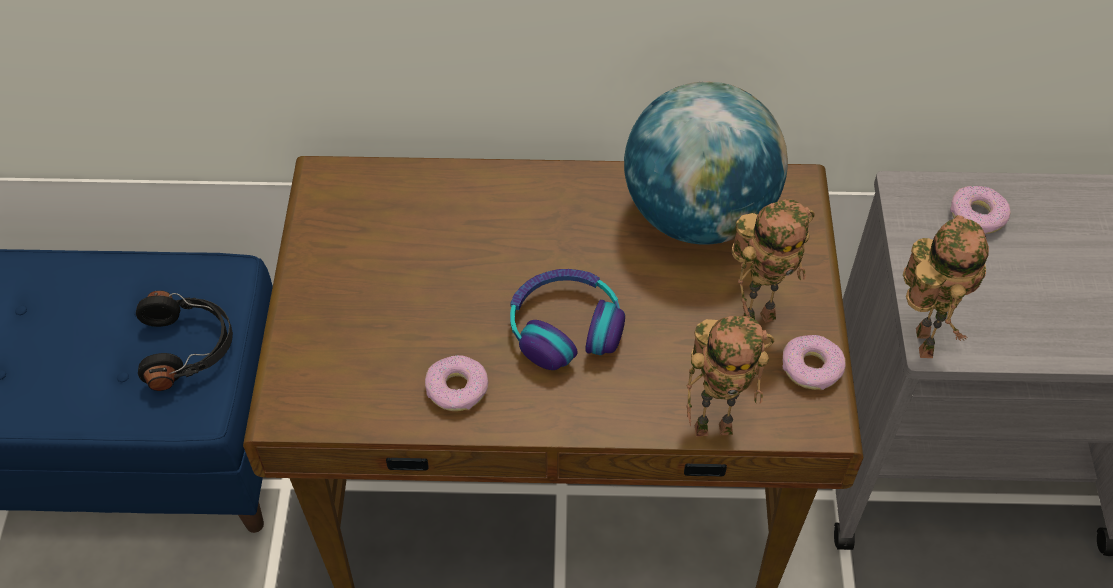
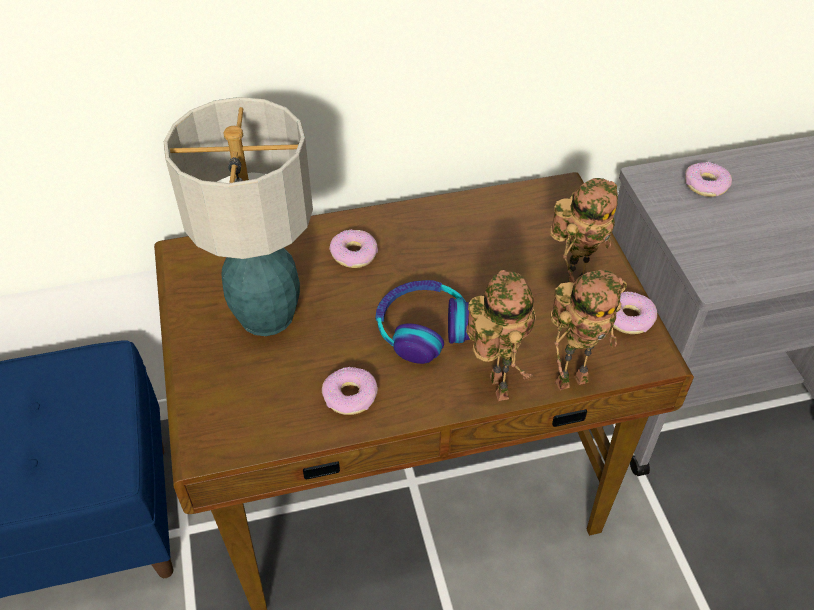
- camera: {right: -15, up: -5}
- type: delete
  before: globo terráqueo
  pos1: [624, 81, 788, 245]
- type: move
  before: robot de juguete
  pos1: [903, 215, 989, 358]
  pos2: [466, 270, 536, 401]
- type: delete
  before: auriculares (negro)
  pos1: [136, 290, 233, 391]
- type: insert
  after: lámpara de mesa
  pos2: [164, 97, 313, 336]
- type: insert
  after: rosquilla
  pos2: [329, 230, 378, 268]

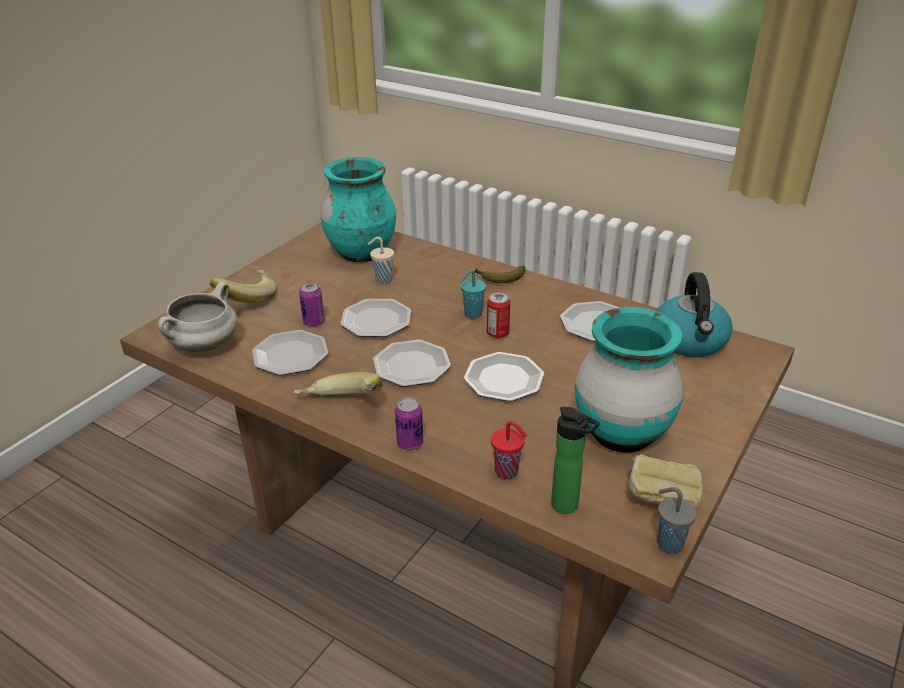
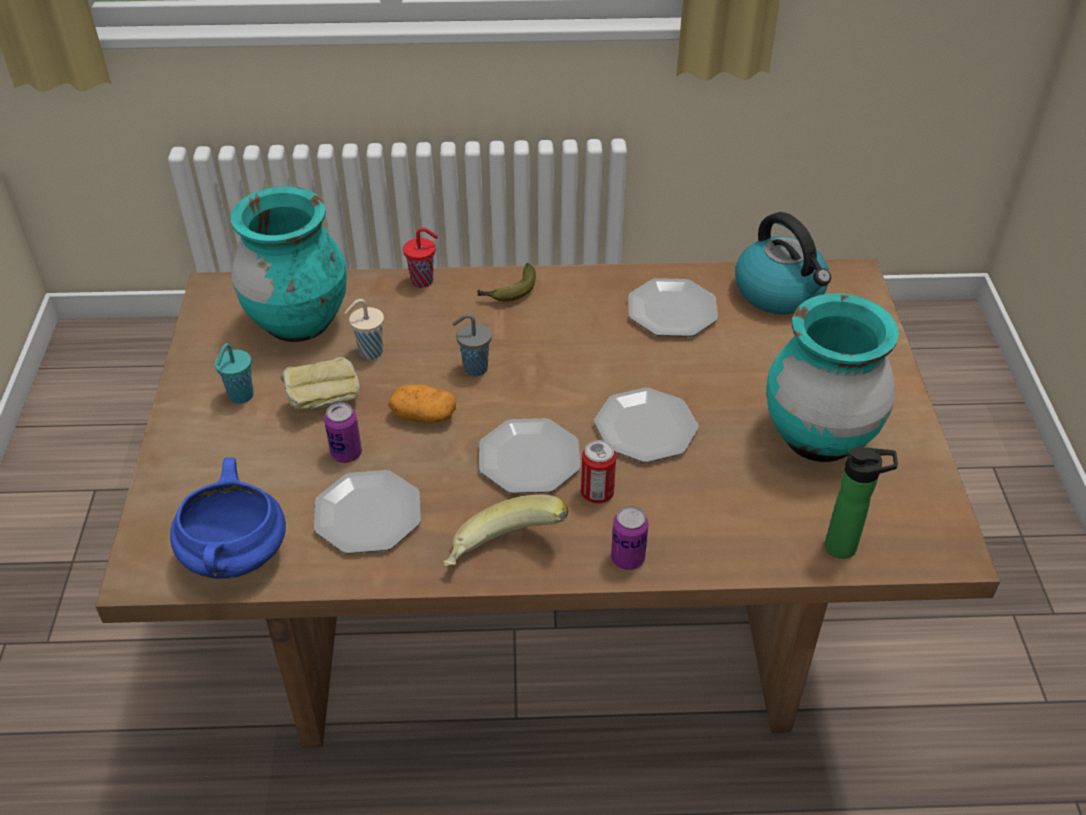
- camera: {right: -35, up: 10}
- type: delete
  before: plátano
  pos1: [210, 270, 277, 303]
- type: move
  before: taza (turquesa)
  pos1: [460, 270, 486, 318]
  pos2: [215, 343, 254, 404]
- type: recolor
  before: olla (blanco)
  after: olla (azul)
  pos1: [158, 282, 238, 353]
  pos2: [170, 458, 286, 579]
- type: move
  before: lata
  pos1: [487, 292, 510, 338]
  pos2: [581, 440, 616, 503]
- type: replace
  before: plato
  after: patata
  pos1: [340, 299, 411, 337]
  pos2: [388, 385, 456, 423]
- type: move
  before: taza (rojo)
  pos1: [491, 421, 527, 479]
  pos2: [403, 227, 438, 288]
- type: move
  before: pan
  pos1: [629, 454, 703, 508]
  pos2: [280, 357, 360, 412]
- type: move
  before: taza (gris)
  pos1: [658, 487, 696, 553]
  pos2: [452, 314, 492, 376]

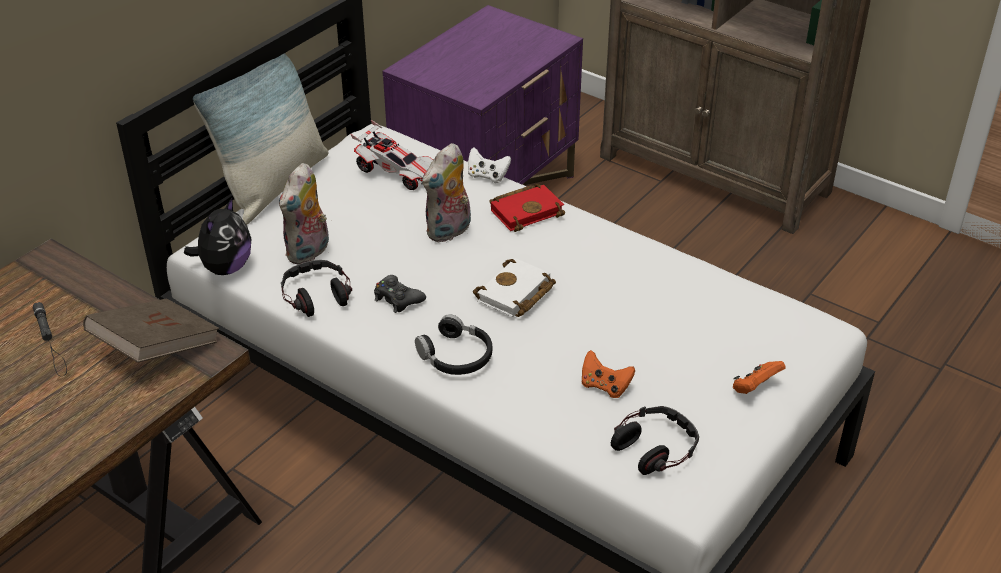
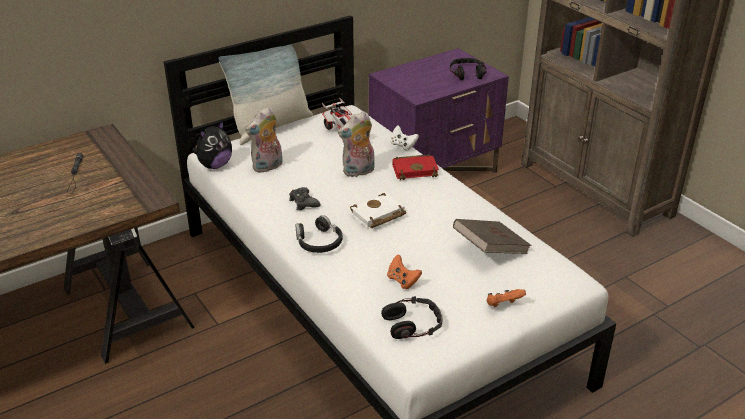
- camera: {right: 20, up: -5}
- type: move
  before: auriculares
  pos1: [281, 260, 352, 317]
  pos2: [450, 58, 487, 80]
- type: move
  before: libro (marrón)
  pos1: [83, 298, 219, 363]
  pos2: [453, 219, 531, 254]

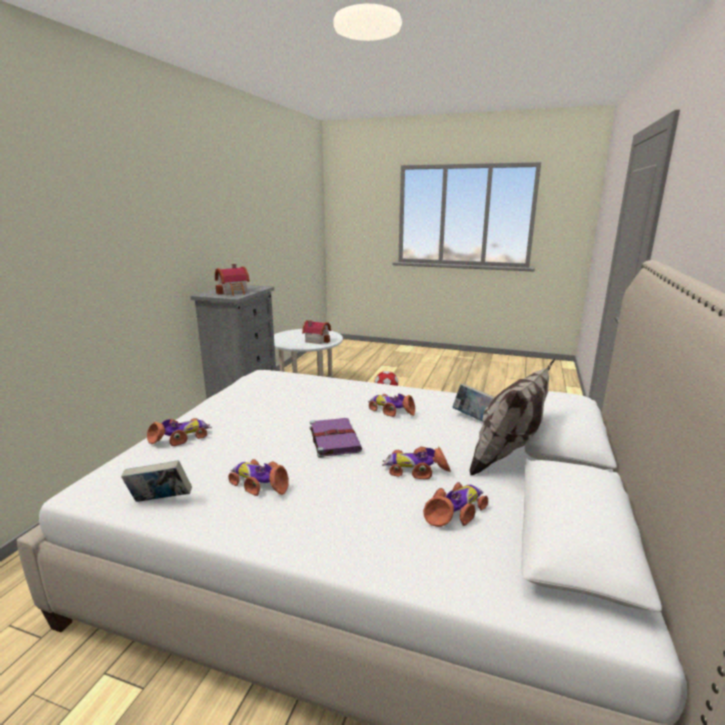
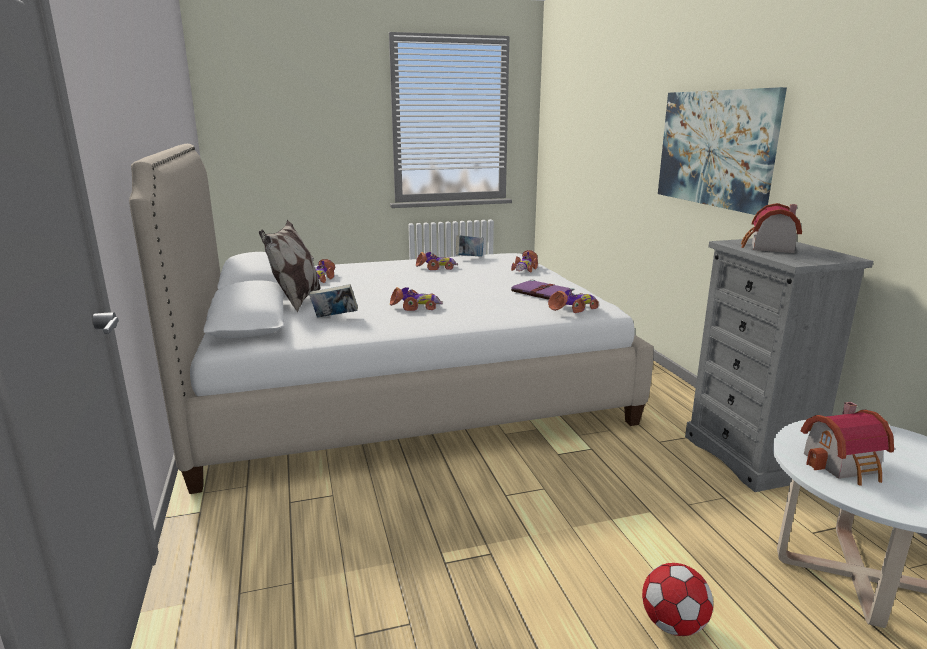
- camera: {right: 145, up: 0}
- type: move
  before: libro (morado)
  pos1: [310, 418, 362, 458]
  pos2: [511, 280, 574, 300]
- type: move
  before: coche de juguete
  pos1: [382, 446, 451, 479]
  pos2: [548, 290, 599, 313]
- type: insert
  after: cuadro
  pos2: [658, 87, 787, 215]

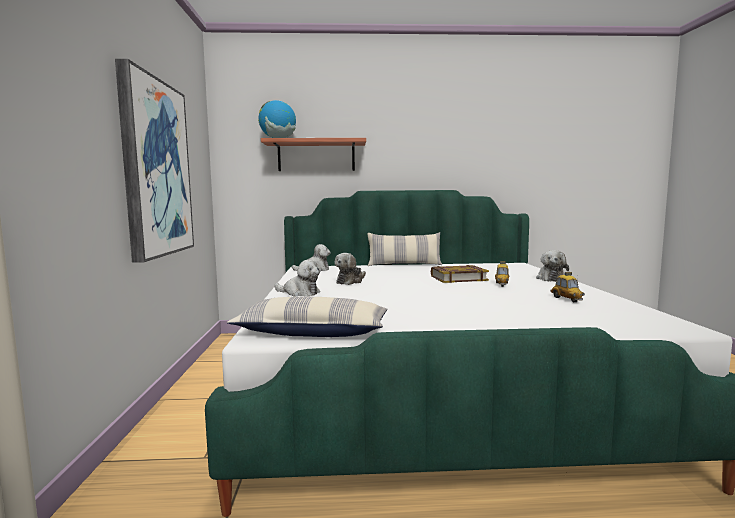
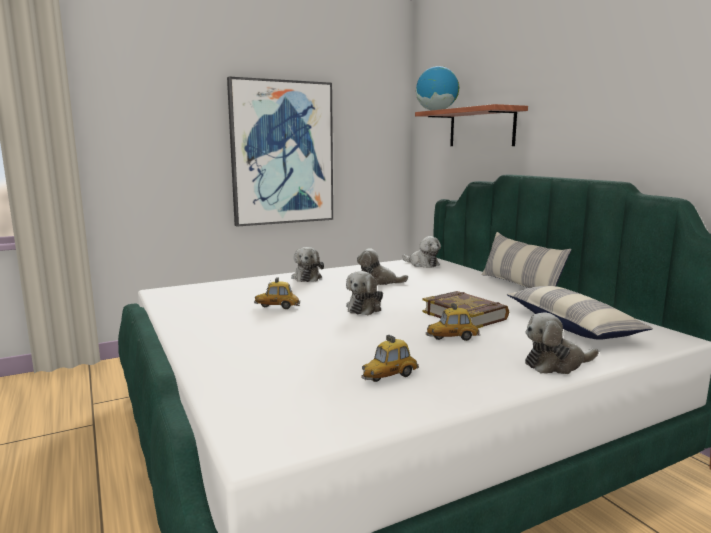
- camera: {right: 65, up: 5}
- type: move
  before: cojín
  pos1: [227, 297, 388, 337]
  pos2: [507, 286, 653, 340]
- type: insert
  after: peluche
  pos2: [346, 271, 383, 315]
- type: insert
  after: coche de juguete
  pos2: [254, 277, 300, 309]

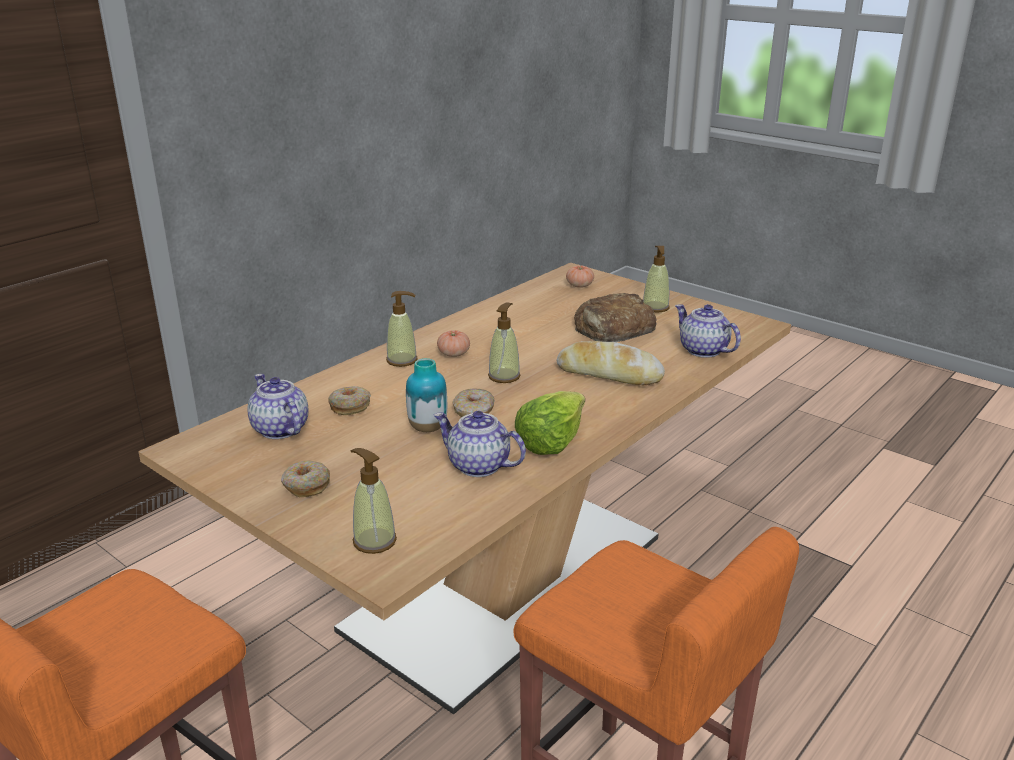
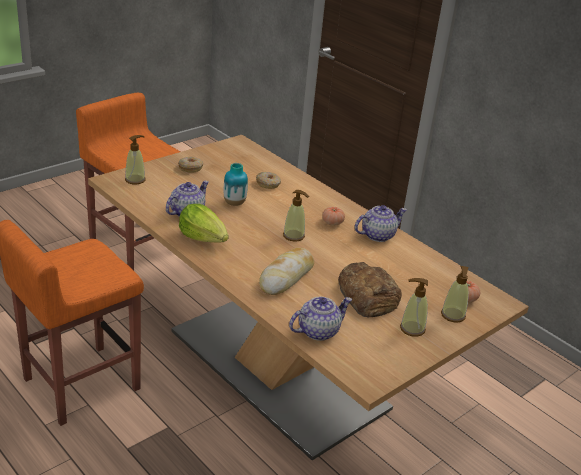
- camera: {right: 95, up: 5}
- type: move
  before: dispensador de jabón
  pos1: [386, 291, 418, 367]
  pos2: [441, 266, 469, 323]
- type: move
  before: tetera
  pos1: [247, 374, 308, 439]
  pos2: [355, 205, 407, 242]
- type: delete
  before: rosquilla
  pos1: [452, 388, 495, 417]

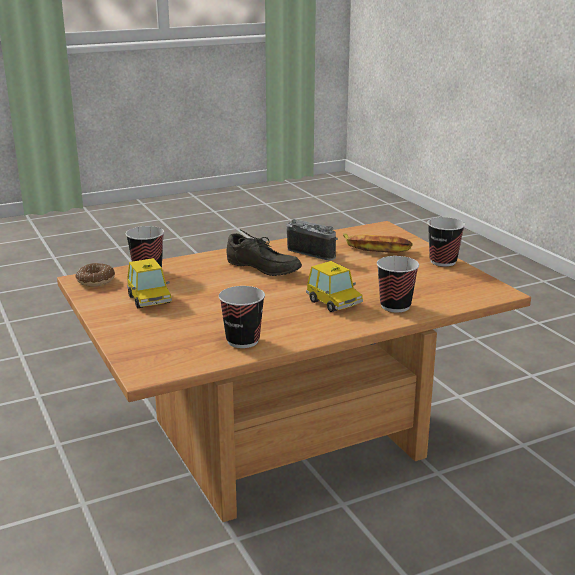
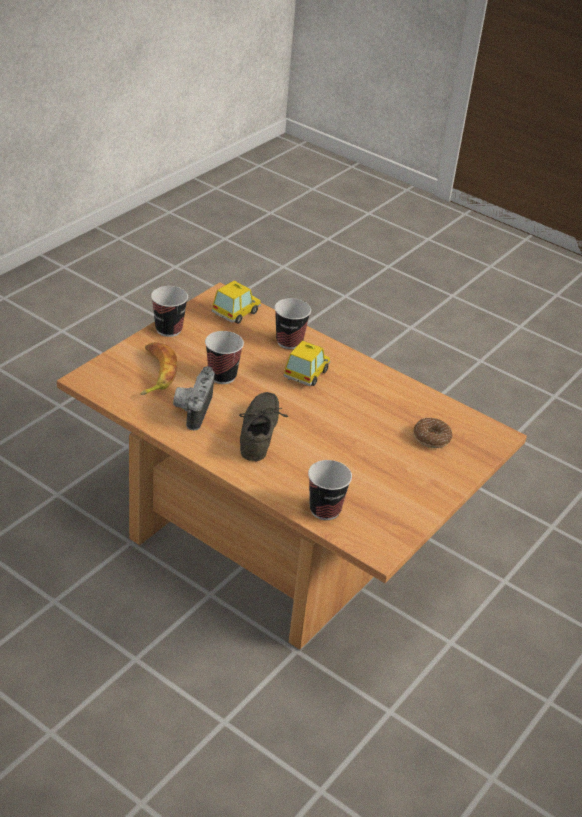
- camera: {right: -120, up: 15}
- type: move
  before: coche de juguete
  pos1: [127, 258, 172, 308]
  pos2: [212, 281, 261, 324]
- type: move
  before: rosquilla
  pos1: [76, 263, 115, 287]
  pos2: [413, 418, 452, 448]
- type: move
  before: taza
  pos1: [219, 286, 265, 348]
  pos2: [205, 331, 244, 384]

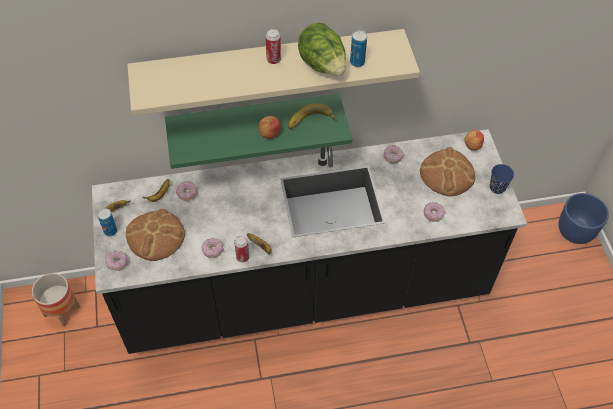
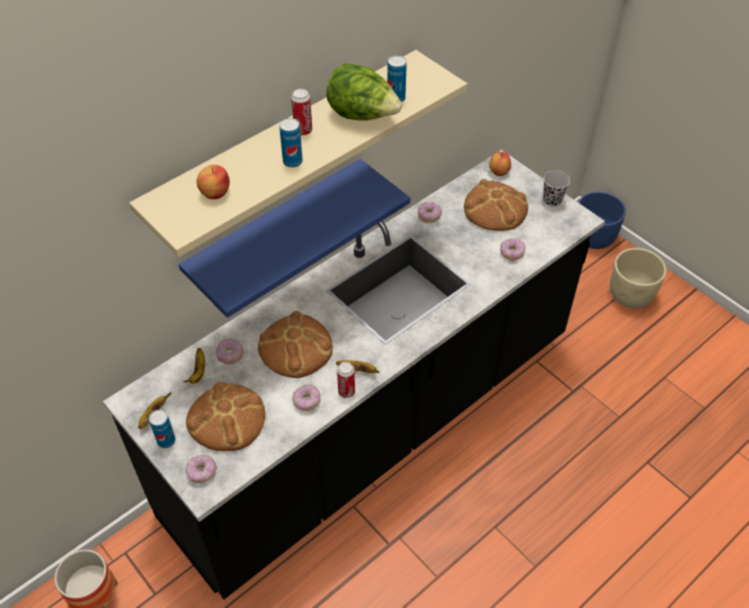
- camera: {right: -30, up: -5}
- type: recolor
  before: estante (verde)
  after: estante (azul)
  pos1: [165, 93, 352, 169]
  pos2: [179, 159, 410, 318]
- type: delete
  before: plátano
  pos1: [288, 103, 337, 129]
- type: move
  before: manzana
  pos1: [258, 116, 281, 139]
  pos2: [196, 165, 230, 199]
- type: recolor
  before: taza (azul)
  after: taza (negro)
  pos1: [490, 164, 514, 194]
  pos2: [543, 170, 570, 207]
- type: insert
  after: lata
  pos2: [279, 118, 303, 168]
- type: insert
  after: maceta (beis)
  pos2: [610, 248, 666, 309]
- type: insert
  after: pan
  pos2: [258, 311, 333, 378]

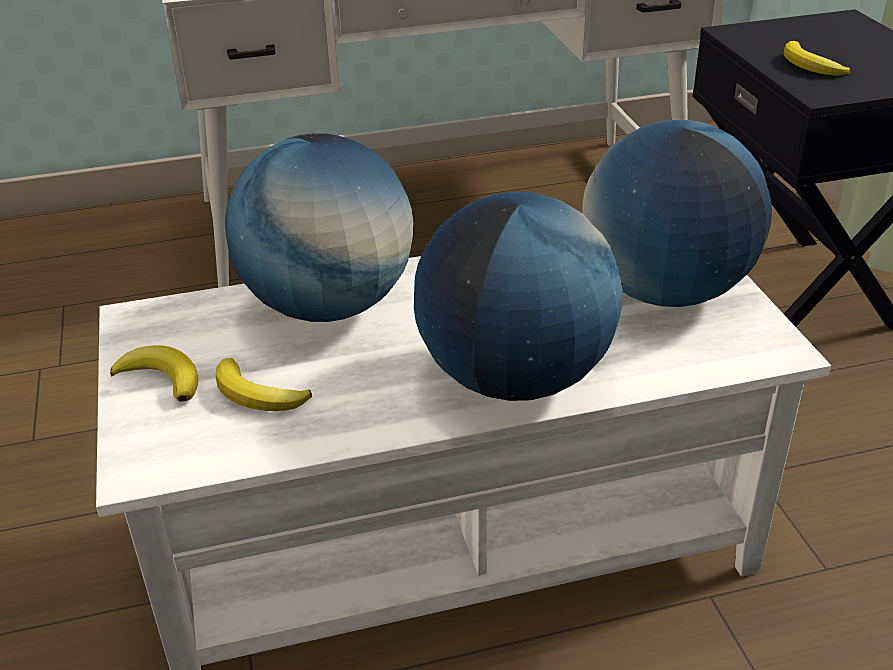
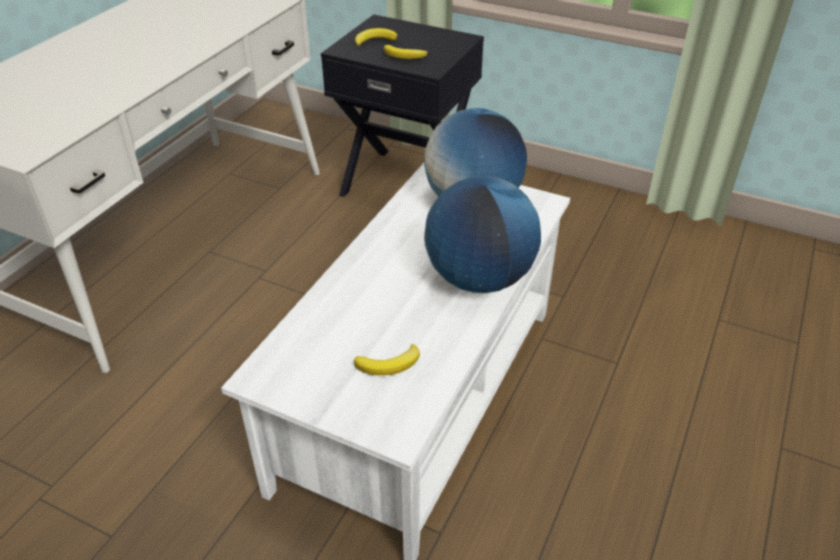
- camera: {right: -50, up: 5}
- type: delete
  before: globo terráqueo
  pos1: [225, 133, 414, 322]
- type: move
  before: plátano
  pos1: [110, 345, 198, 402]
  pos2: [355, 28, 398, 47]

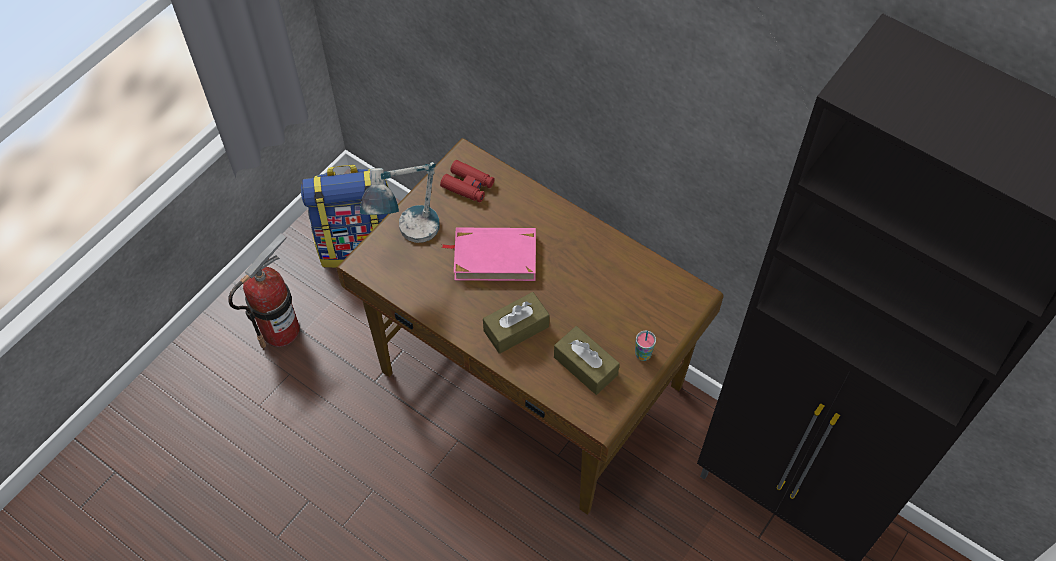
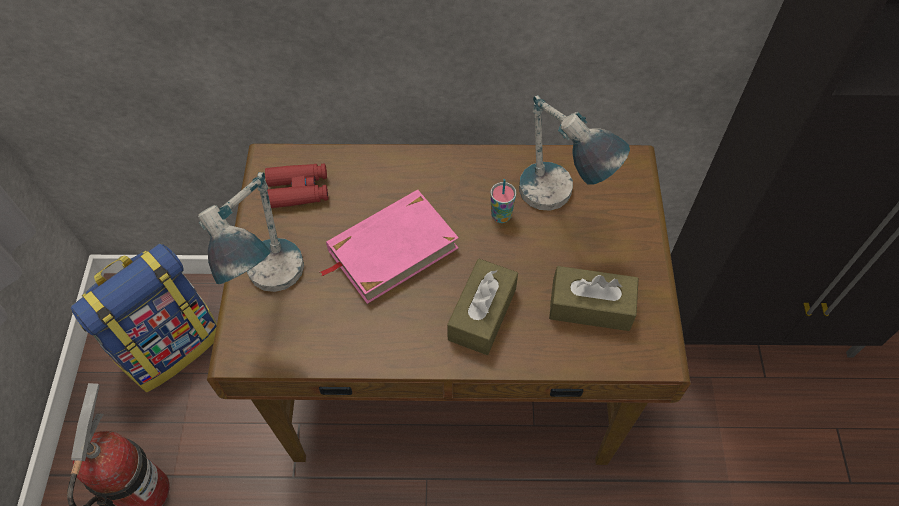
- camera: {right: -35, up: 0}
- type: move
  before: taza
  pos1: [635, 331, 656, 361]
  pos2: [490, 179, 516, 223]
- type: insert
  after: lámpara de mesa
  pos2: [519, 95, 630, 211]

